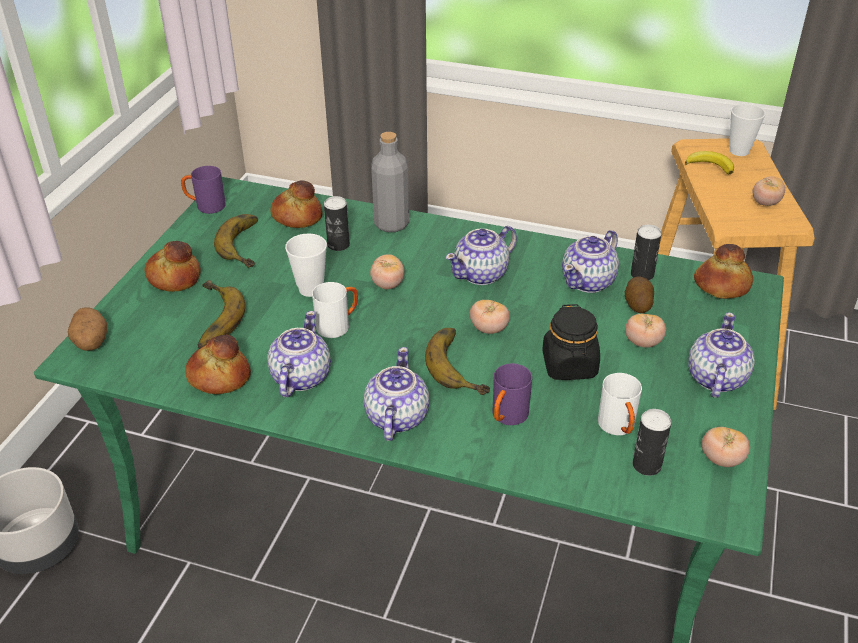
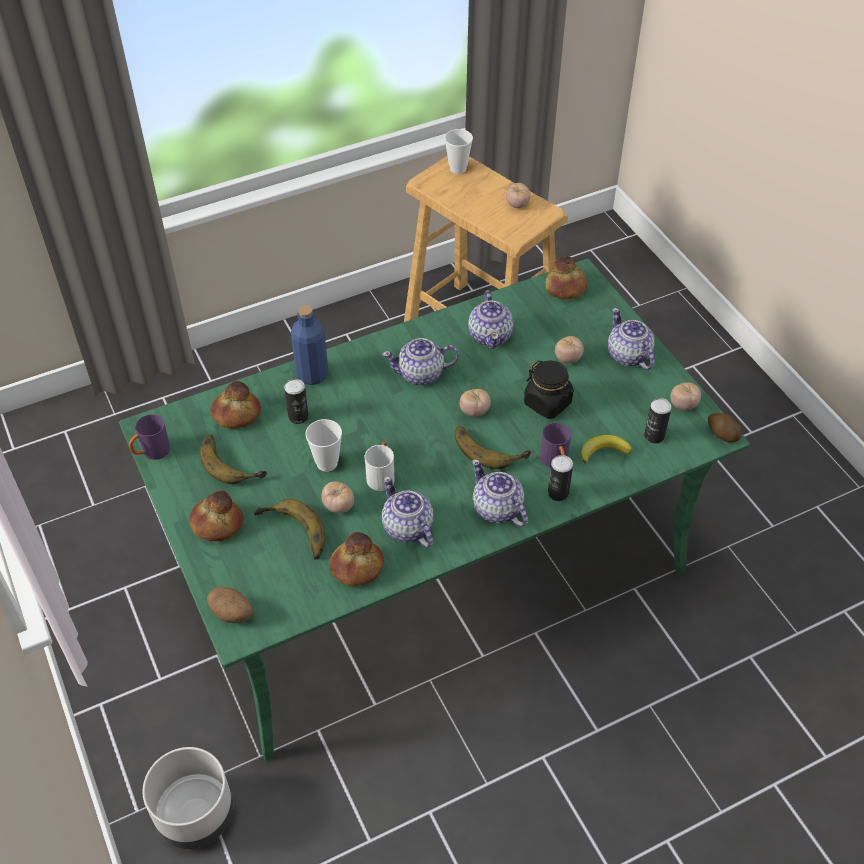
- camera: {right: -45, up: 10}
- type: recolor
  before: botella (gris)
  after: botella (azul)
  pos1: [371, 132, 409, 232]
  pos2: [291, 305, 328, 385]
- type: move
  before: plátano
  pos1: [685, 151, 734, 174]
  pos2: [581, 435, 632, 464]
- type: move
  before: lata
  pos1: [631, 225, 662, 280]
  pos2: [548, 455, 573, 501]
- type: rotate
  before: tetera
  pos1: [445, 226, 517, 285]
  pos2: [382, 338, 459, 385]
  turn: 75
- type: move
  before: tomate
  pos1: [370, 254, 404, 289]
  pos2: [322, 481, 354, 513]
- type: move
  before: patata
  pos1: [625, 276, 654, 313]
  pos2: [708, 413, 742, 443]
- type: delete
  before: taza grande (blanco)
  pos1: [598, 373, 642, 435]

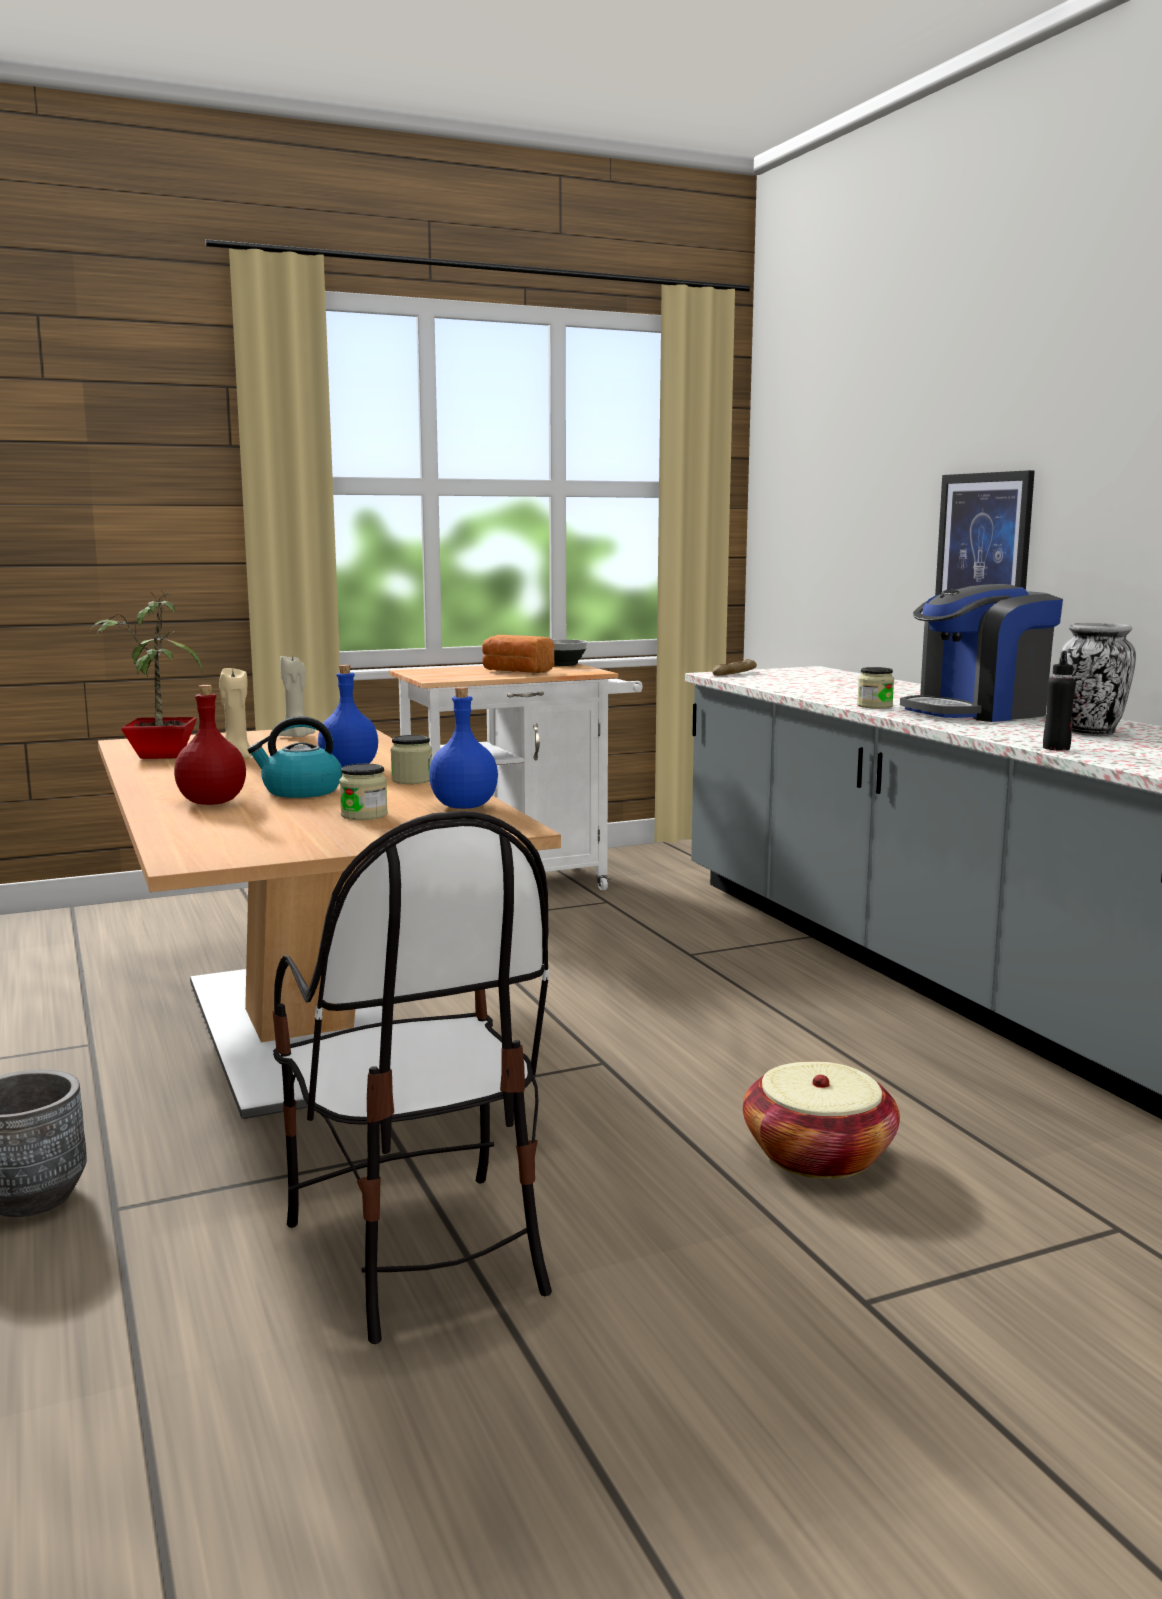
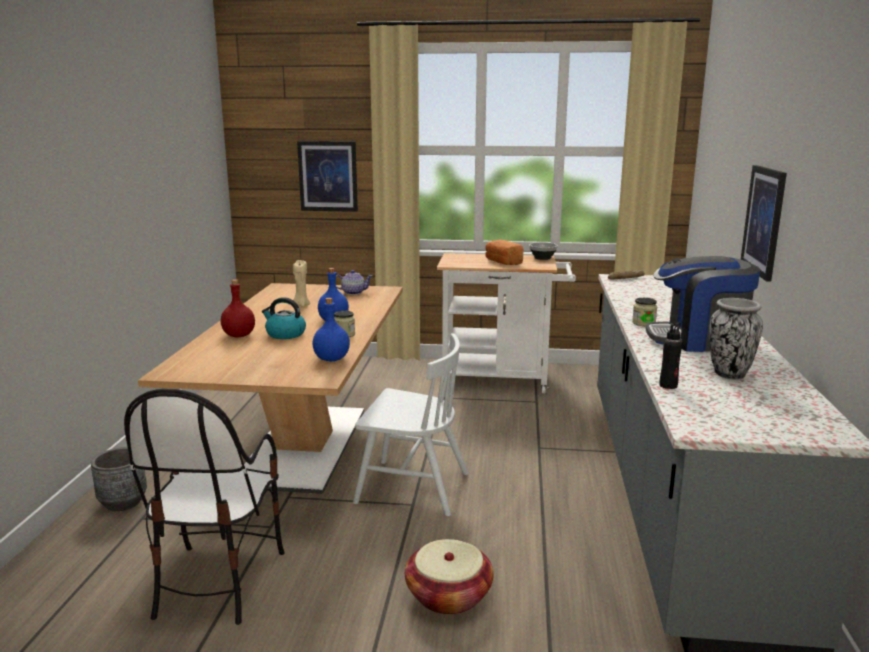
- camera: {right: 30, up: 5}
- type: delete
  before: planta en maceta
  pos1: [89, 593, 203, 759]
- type: replace
  before: vela (beis)
  after: tetera
  pos1: [278, 653, 316, 737]
  pos2: [336, 270, 372, 295]
- type: delete
  before: tarro
  pos1: [339, 764, 388, 820]
- type: insert
  after: cuadro
  pos2: [297, 141, 358, 212]
- type: insert
  after: silla (blanco)
  pos2: [353, 333, 469, 516]

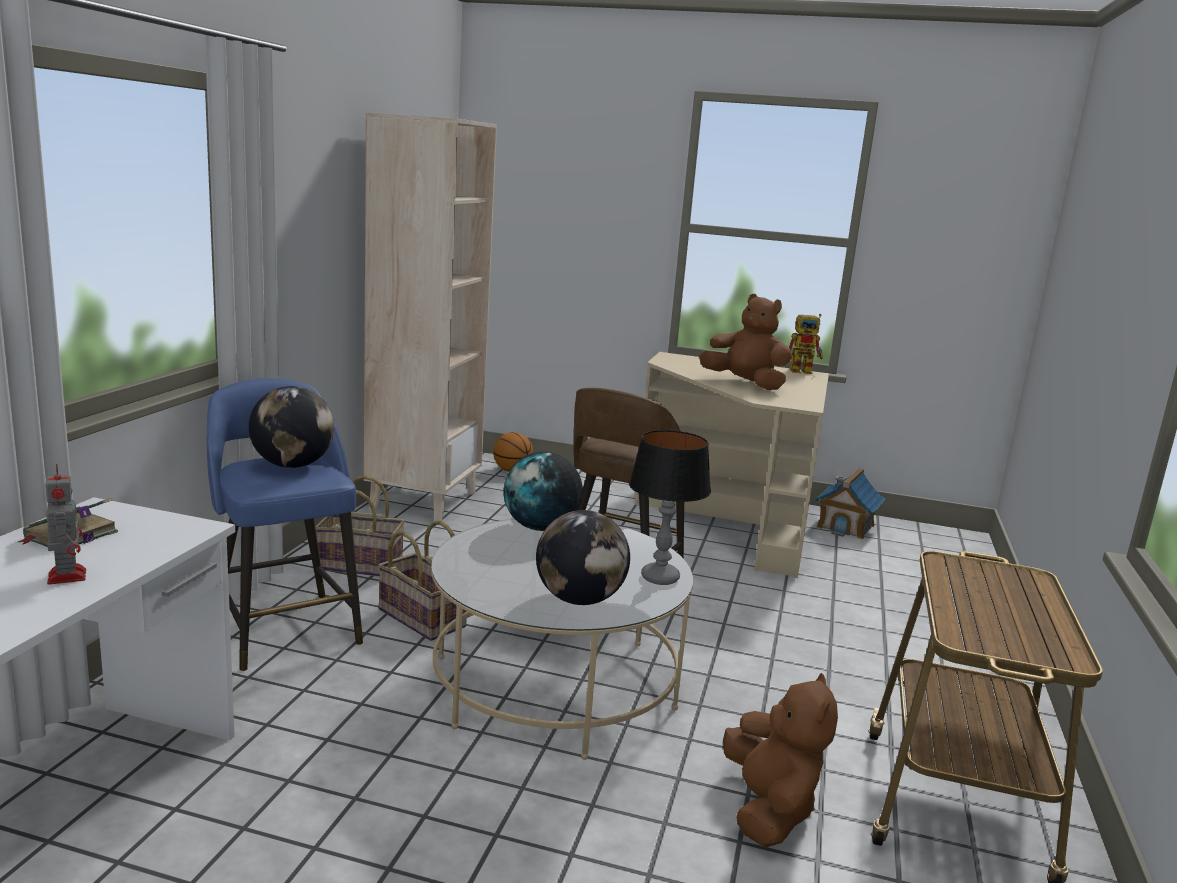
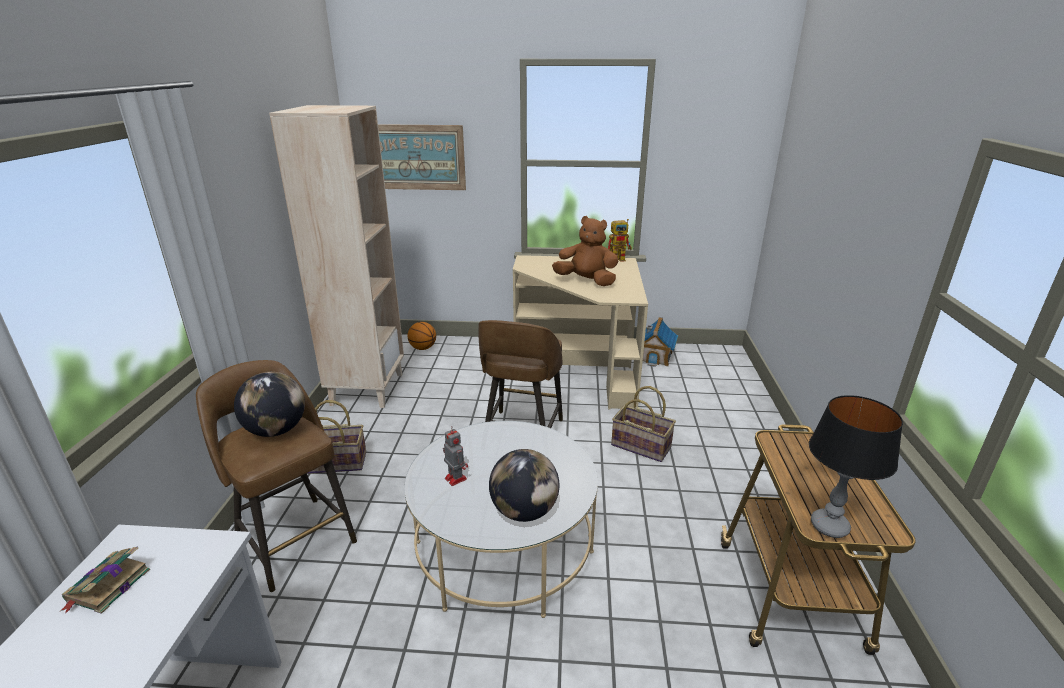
- camera: {right: -10, up: 10}
- type: recolor
  before: taburete (azul)
  after: taburete (marrón)
  pos1: [207, 378, 363, 671]
  pos2: [196, 360, 357, 592]
- type: move
  before: lámpara de mesa
  pos1: [629, 430, 711, 585]
  pos2: [809, 395, 903, 538]
- type: delete
  before: globo terráqueo
  pos1: [503, 451, 583, 531]
- type: move
  before: robot de juguete
  pos1: [45, 464, 86, 585]
  pos2: [443, 426, 468, 486]
- type: move
  before: cesta
  pos1: [378, 521, 467, 641]
  pos2: [611, 386, 676, 462]
- type: delete
  before: peluche (marrón)
  pos1: [723, 673, 838, 847]
- type: insert
  after: cuadro
  pos2: [378, 124, 466, 190]

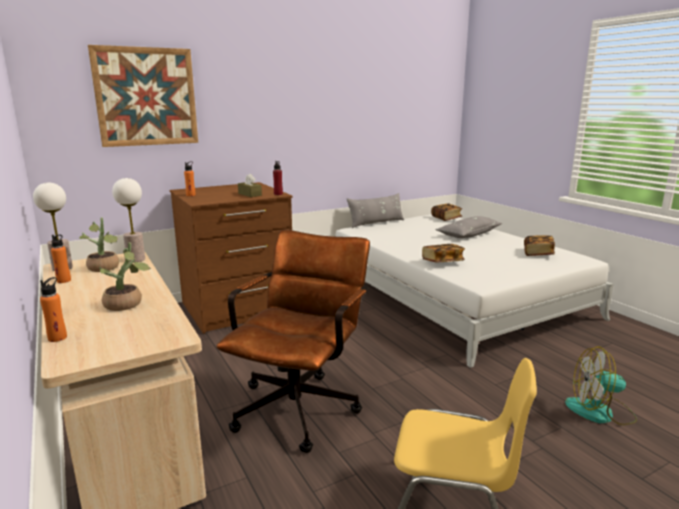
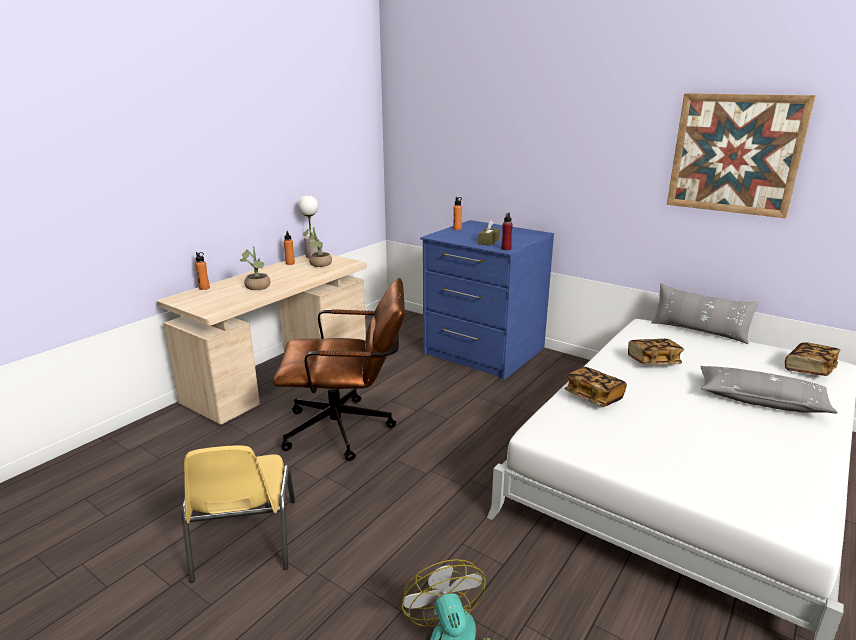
- camera: {right: 65, up: 5}
- type: move
  before: cuadro
  pos1: [88, 45, 198, 147]
  pos2: [667, 93, 816, 218]
- type: delete
  before: lámpara de mesa
  pos1: [112, 178, 145, 262]
- type: recolor
  before: cómoda (marrón)
  after: cómoda (azul)
  pos1: [169, 182, 292, 334]
  pos2: [420, 220, 554, 380]
- type: move
  before: libro
  pos1: [524, 236, 555, 256]
  pos2: [628, 339, 684, 365]

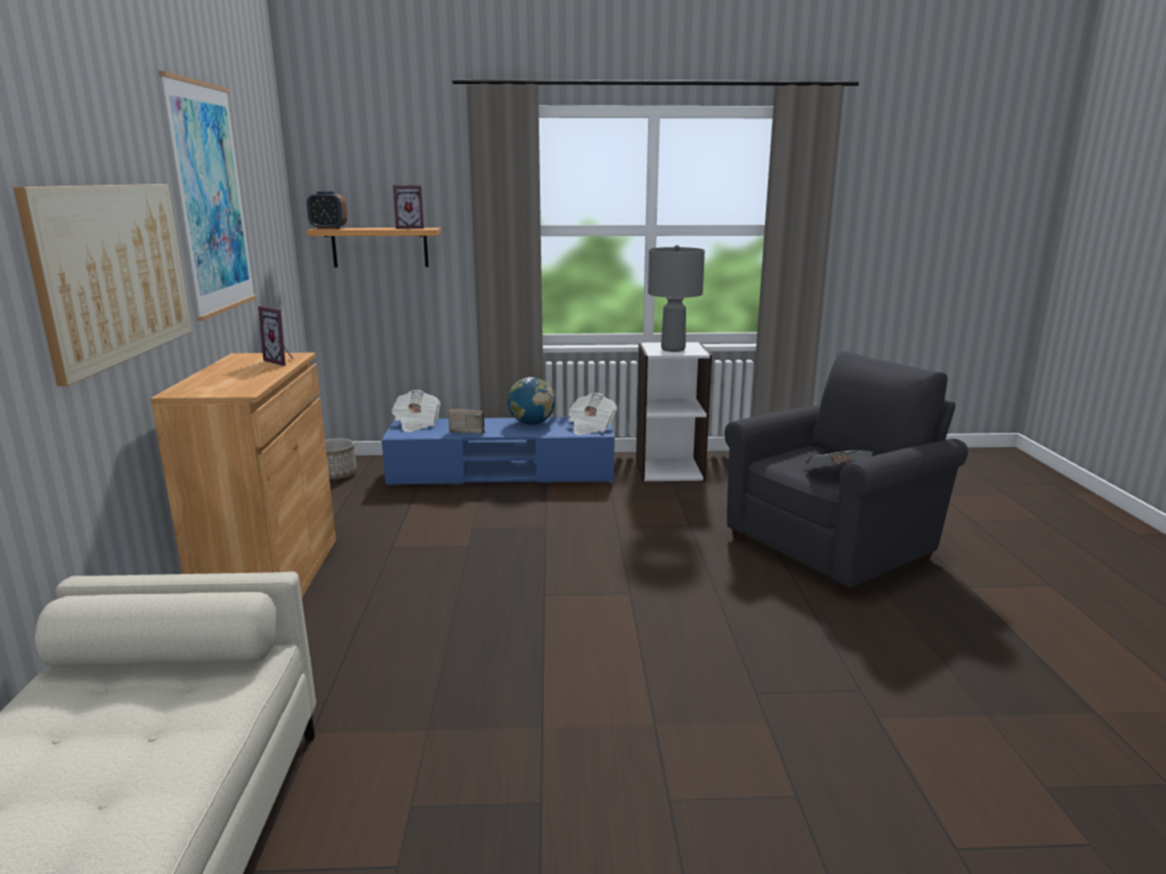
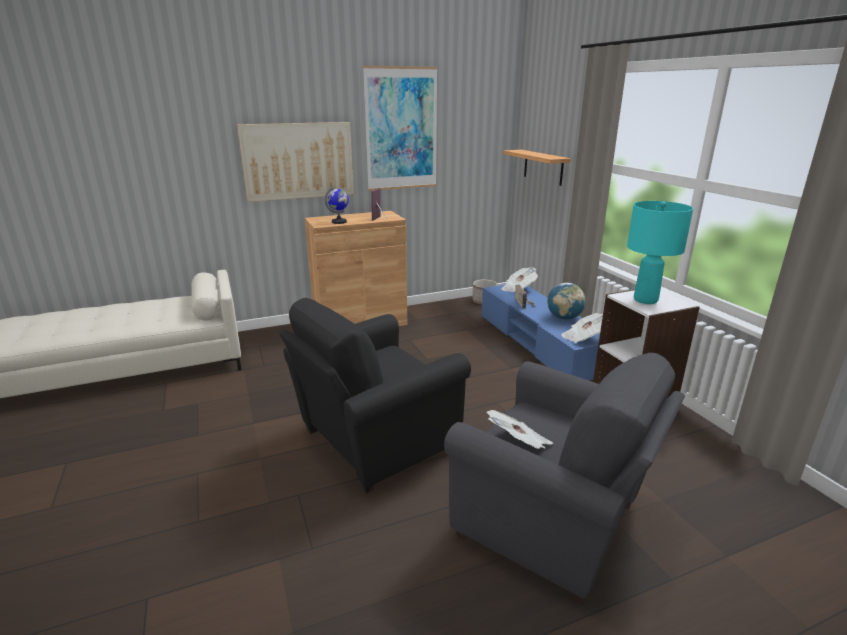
- camera: {right: 70, up: 5}
- type: delete
  before: portarretratos
  pos1: [393, 185, 424, 229]
- type: delete
  before: despertador
  pos1: [307, 191, 347, 229]
- type: recolor
  before: lámpara de mesa (gris)
  after: lámpara de mesa (turquesa)
  pos1: [648, 245, 705, 352]
  pos2: [627, 201, 693, 304]
- type: insert
  after: globo terráqueo
  pos2: [325, 187, 349, 224]
- type: insert
  after: sillón (negro)
  pos2: [279, 298, 471, 493]

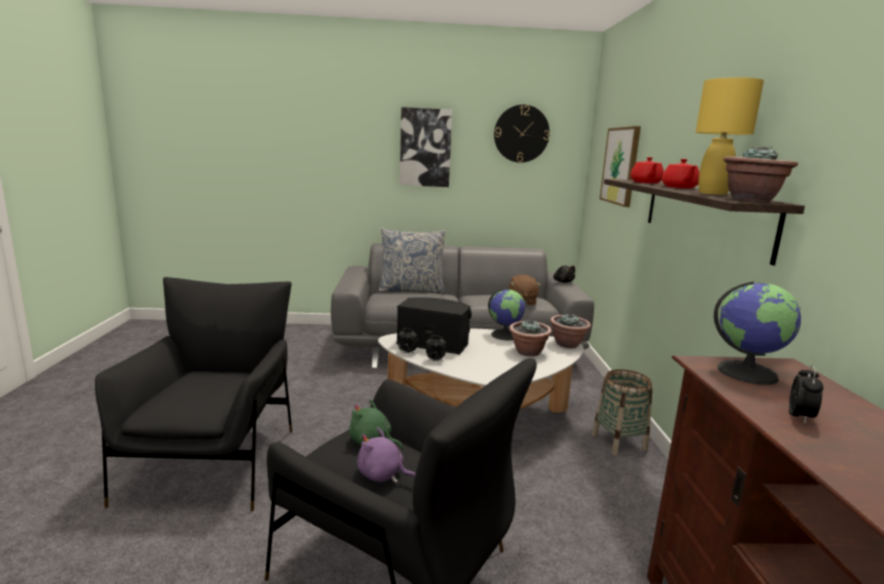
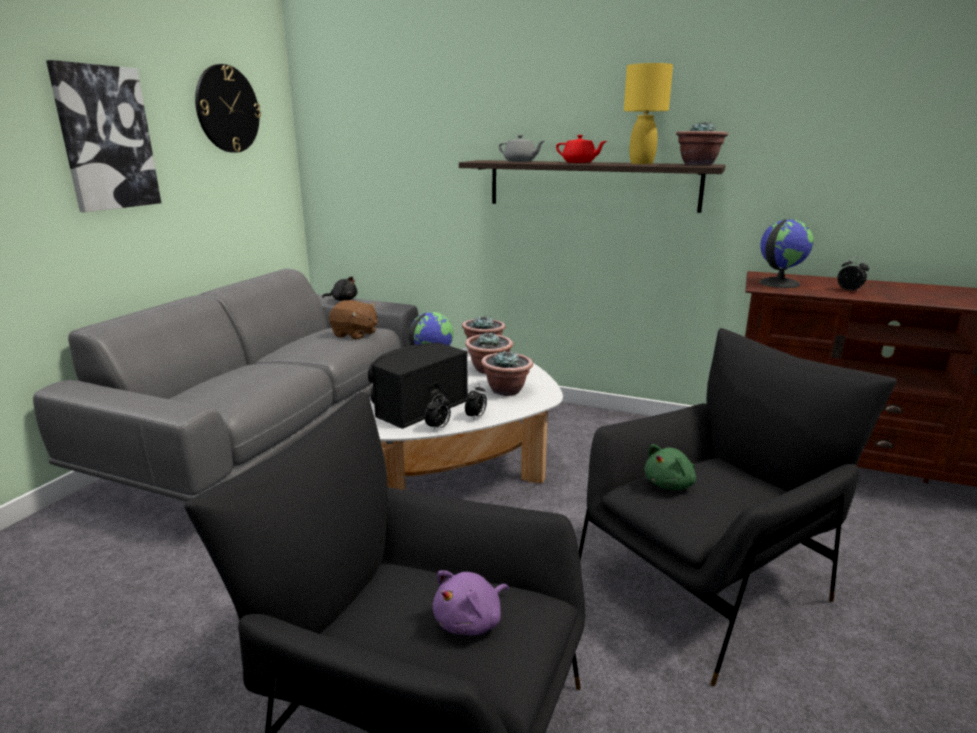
- camera: {right: -65, up: 5}
- type: delete
  before: cuadro
  pos1: [600, 126, 641, 207]
- type: recolor
  before: tetera (rojo)
  after: tetera (gris)
  pos1: [630, 157, 664, 183]
  pos2: [499, 135, 544, 162]
- type: delete
  before: cojín
  pos1: [379, 228, 446, 294]
- type: delete
  before: cesta
  pos1: [592, 369, 653, 456]
- type: move
  before: peluche (morado)
  pos1: [357, 428, 416, 483]
  pos2: [433, 570, 509, 635]
- type: insert
  after: planta en maceta
  pos2: [481, 350, 533, 396]

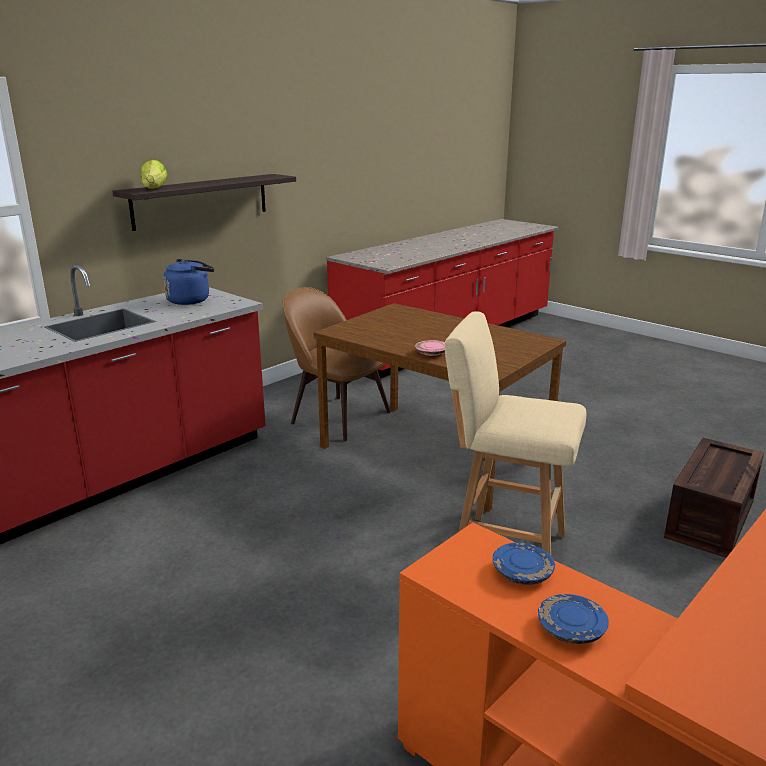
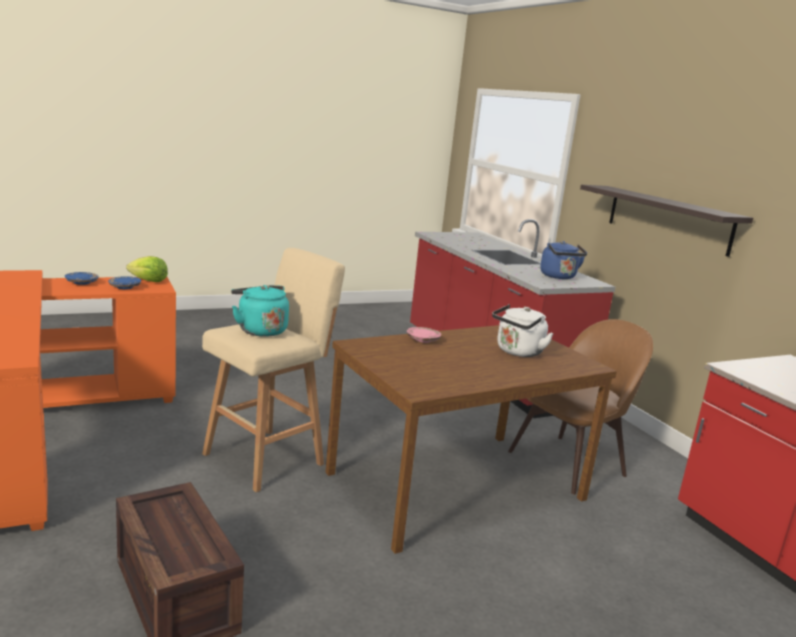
- camera: {right: 110, up: -5}
- type: move
  before: lechuga
  pos1: [141, 160, 168, 189]
  pos2: [126, 256, 168, 282]
- type: insert
  after: hervidor (turquesa)
  pos2: [231, 285, 289, 337]
- type: insert
  after: hervidor (blanco)
  pos2: [492, 304, 554, 357]

